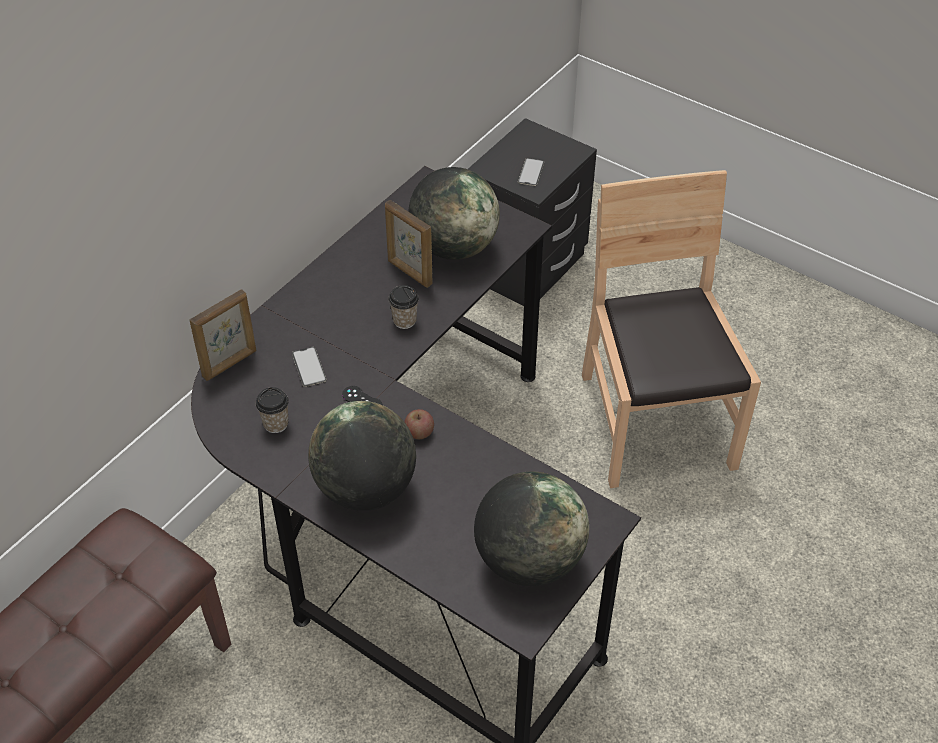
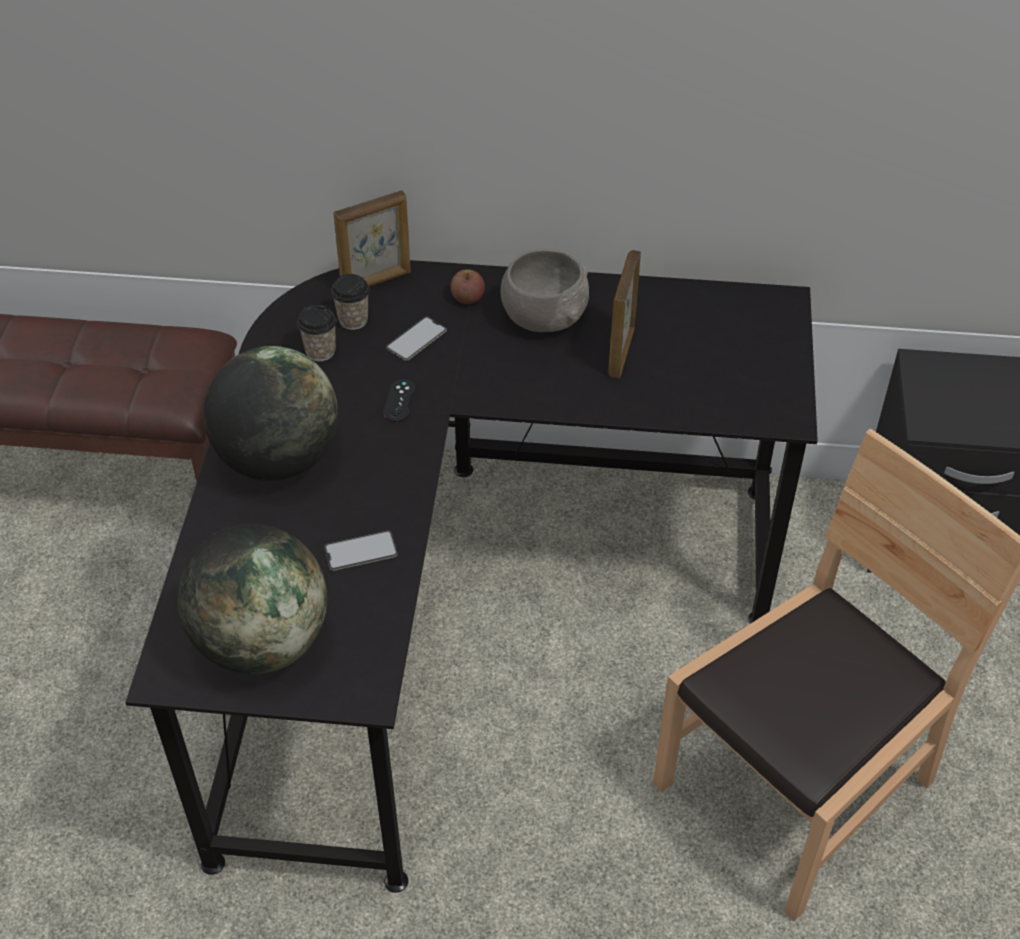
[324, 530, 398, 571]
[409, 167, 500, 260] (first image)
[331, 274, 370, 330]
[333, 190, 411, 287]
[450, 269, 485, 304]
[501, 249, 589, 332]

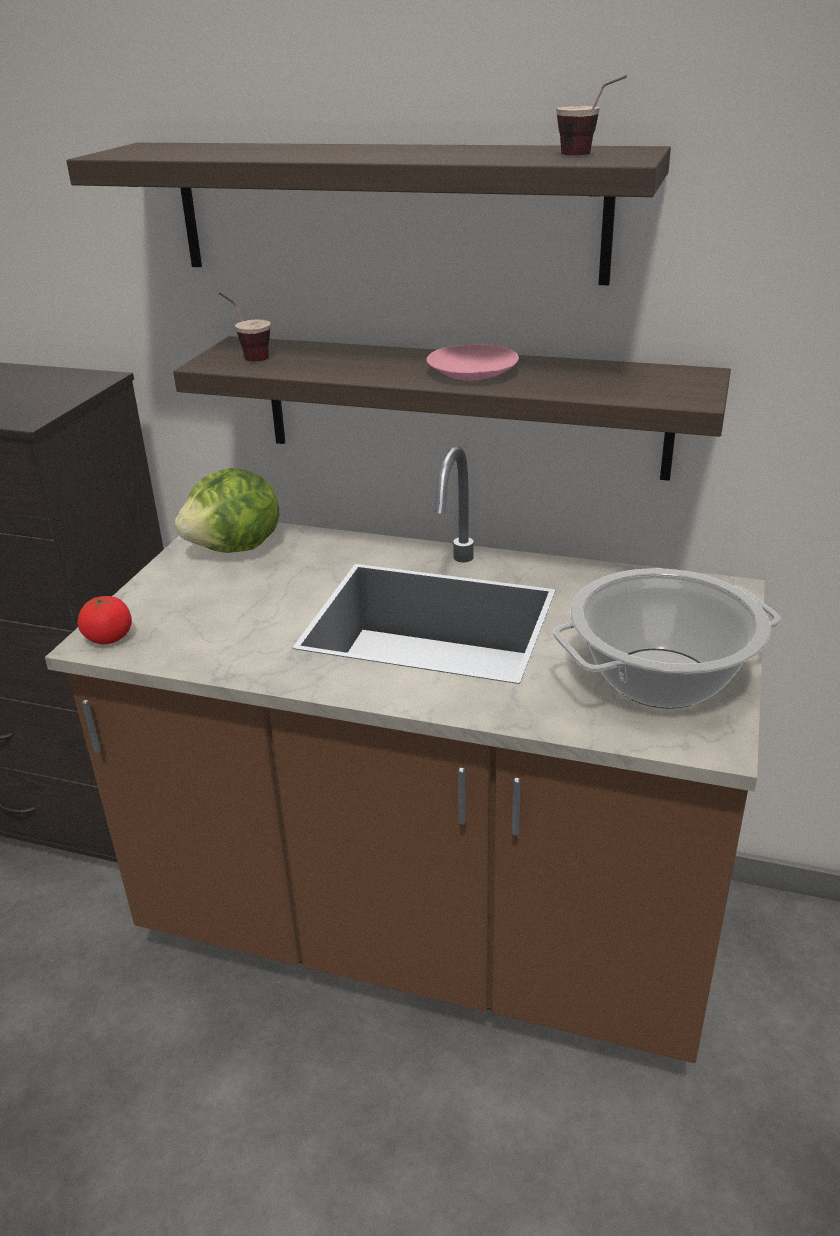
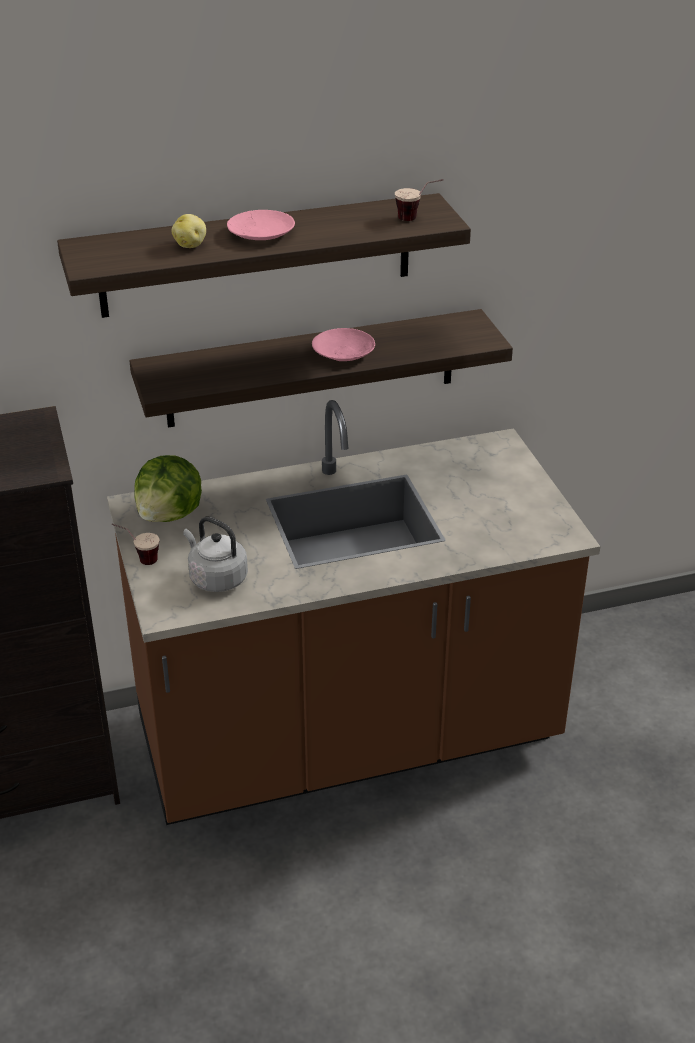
[111, 524, 159, 565]
[553, 568, 782, 709] (first image)
[78, 596, 132, 645] (first image)
[227, 210, 295, 240]
[172, 214, 206, 248]
[183, 517, 248, 592]

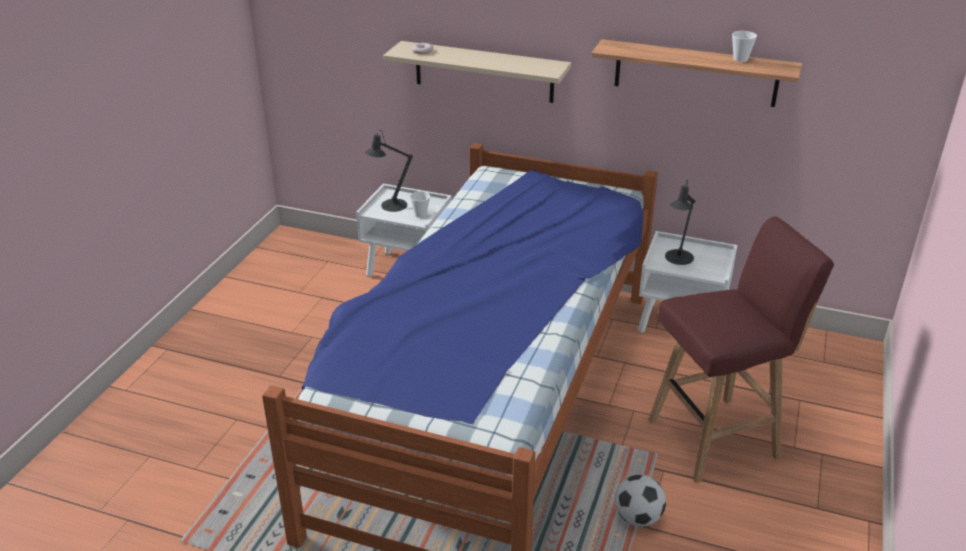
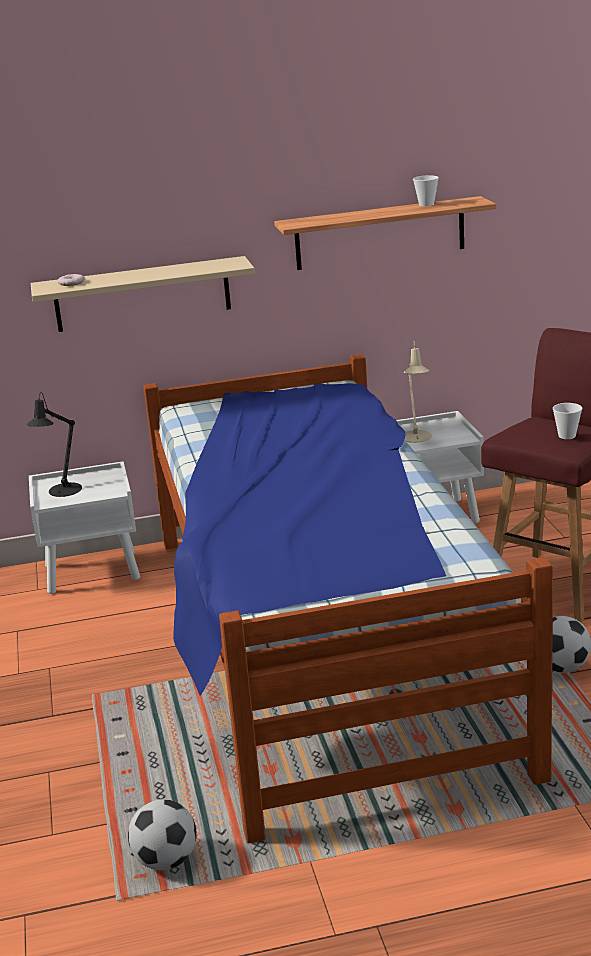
[404, 342, 432, 443]
[553, 403, 582, 439]
[128, 799, 197, 870]

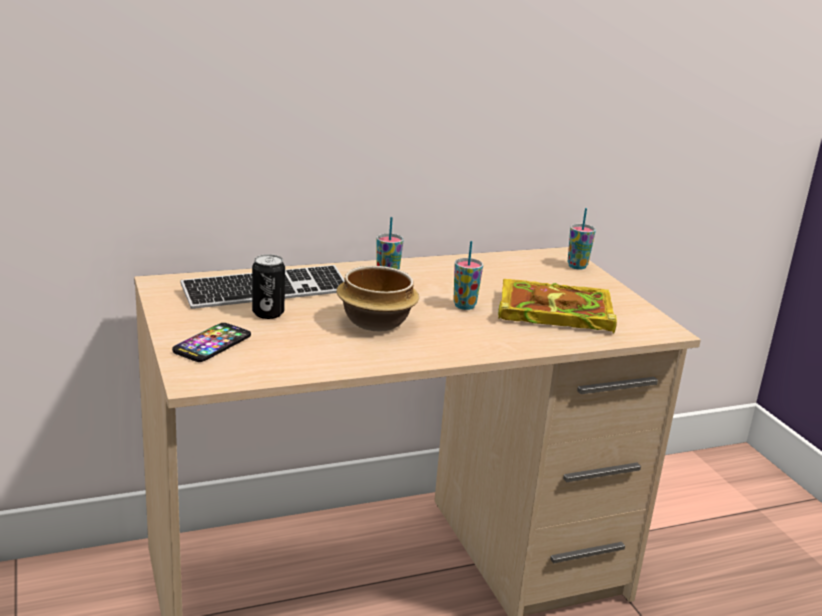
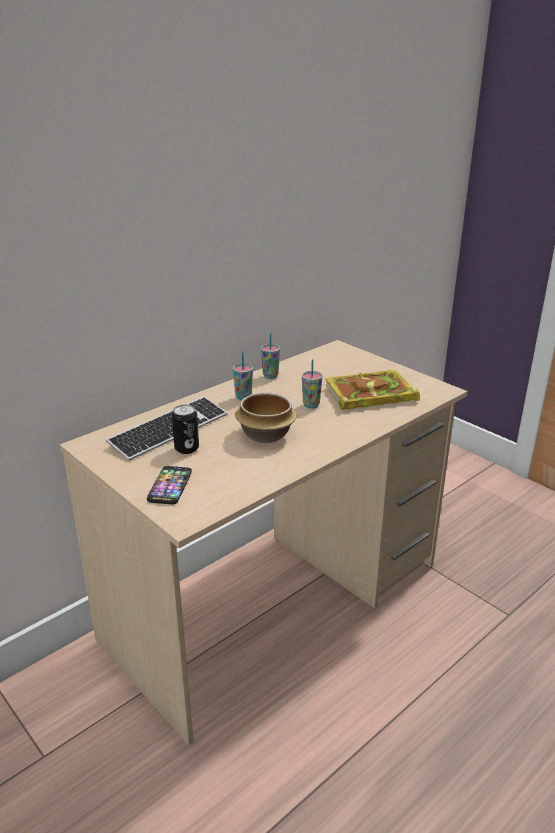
[261, 333, 280, 379]

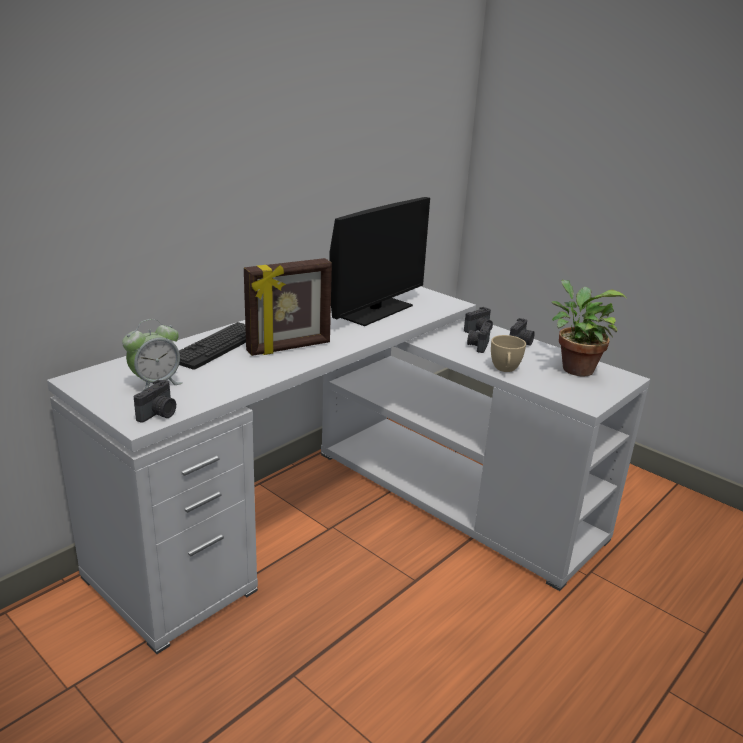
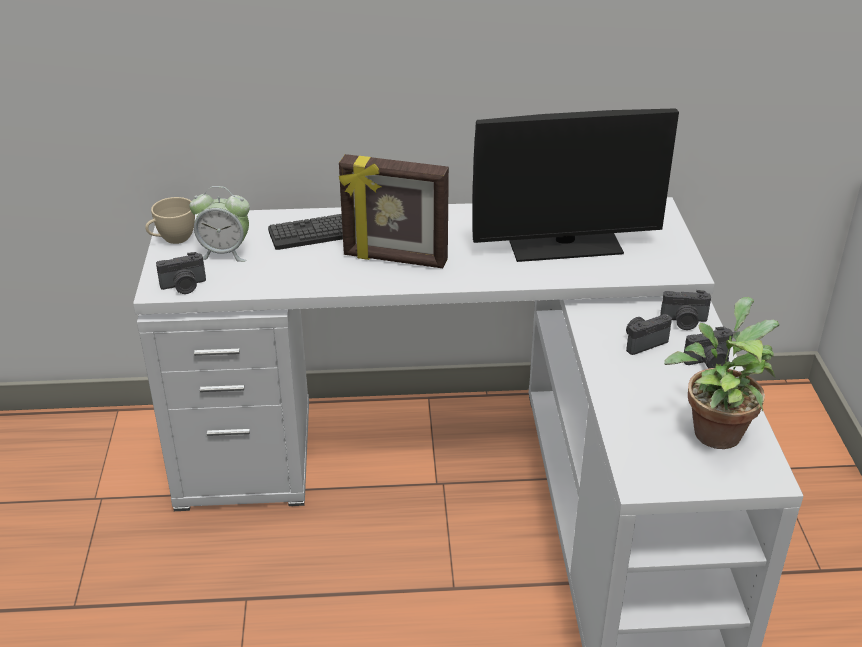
[145, 197, 195, 244]

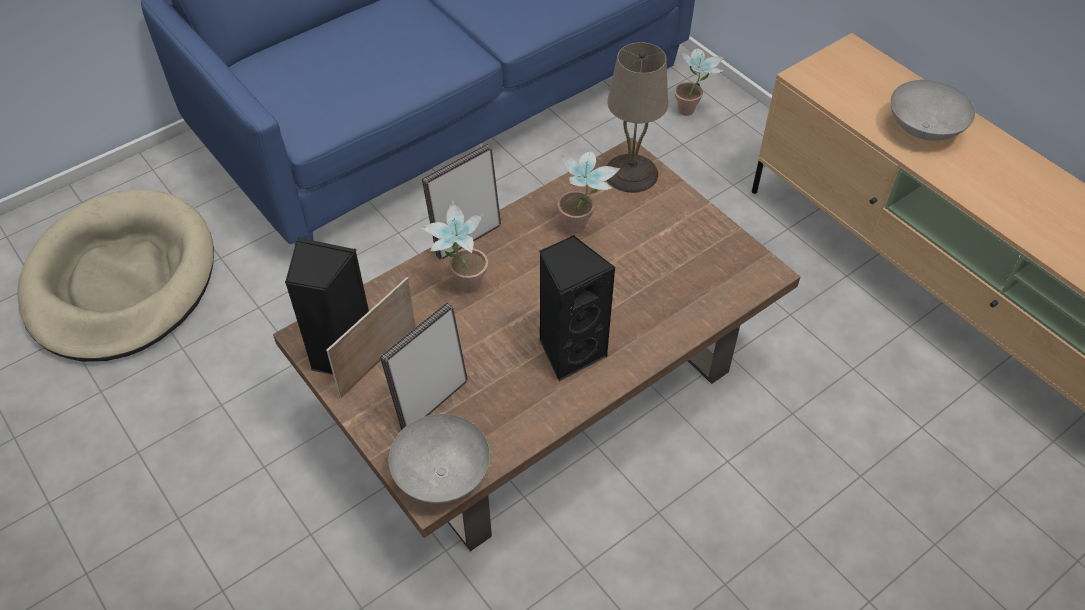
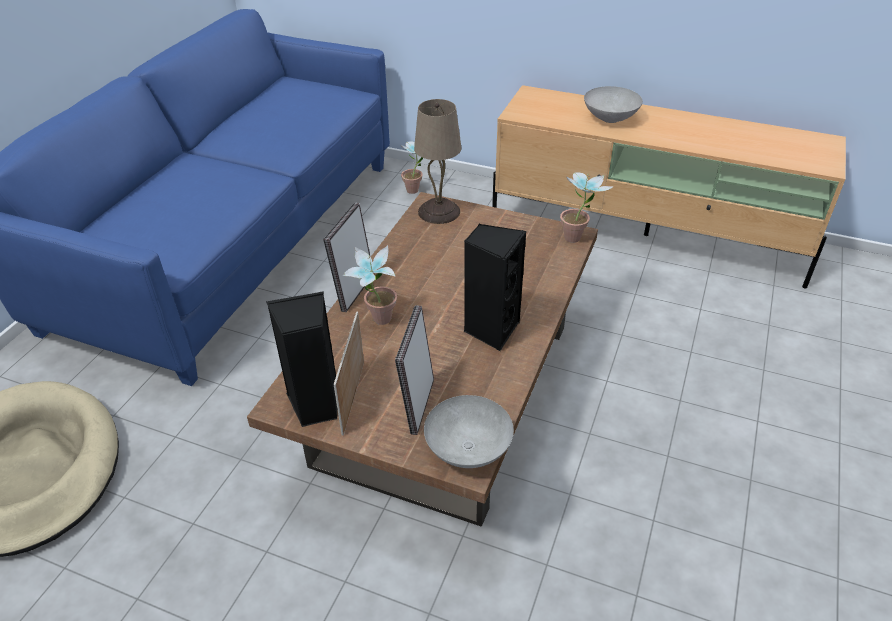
[560, 172, 613, 243]

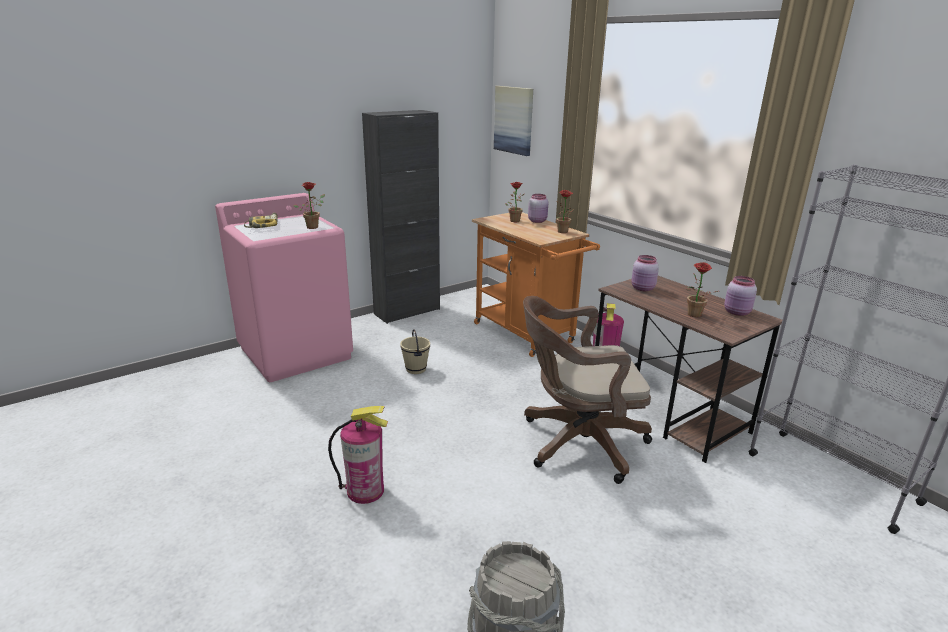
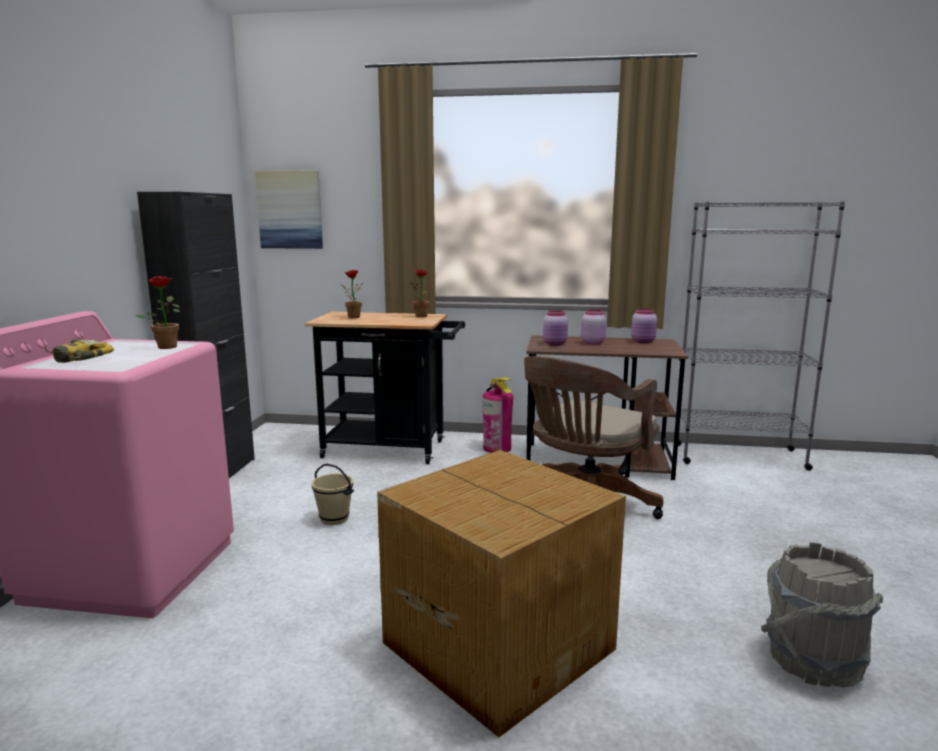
[581, 309, 606, 345]
[305, 312, 465, 464]
[685, 262, 718, 317] (first image)
[377, 450, 626, 737]

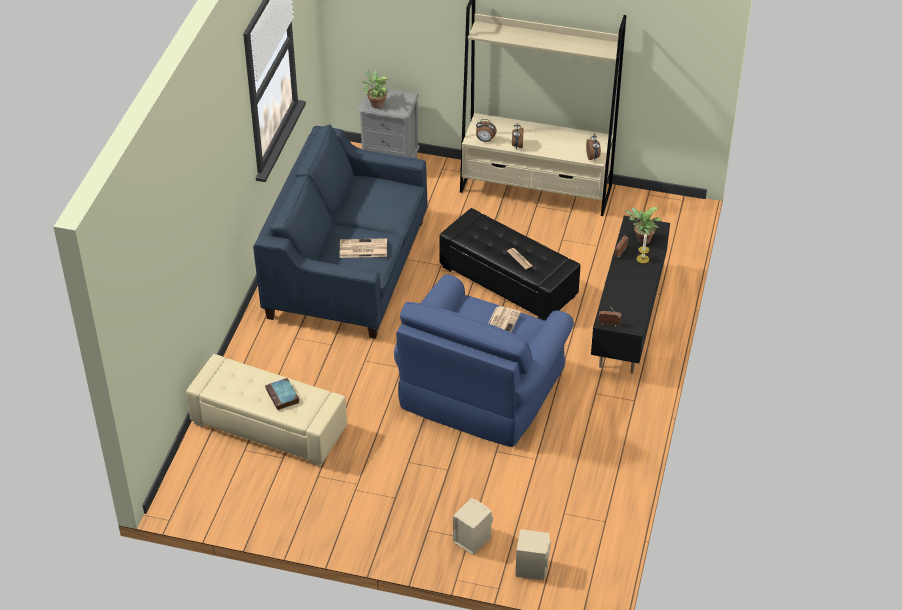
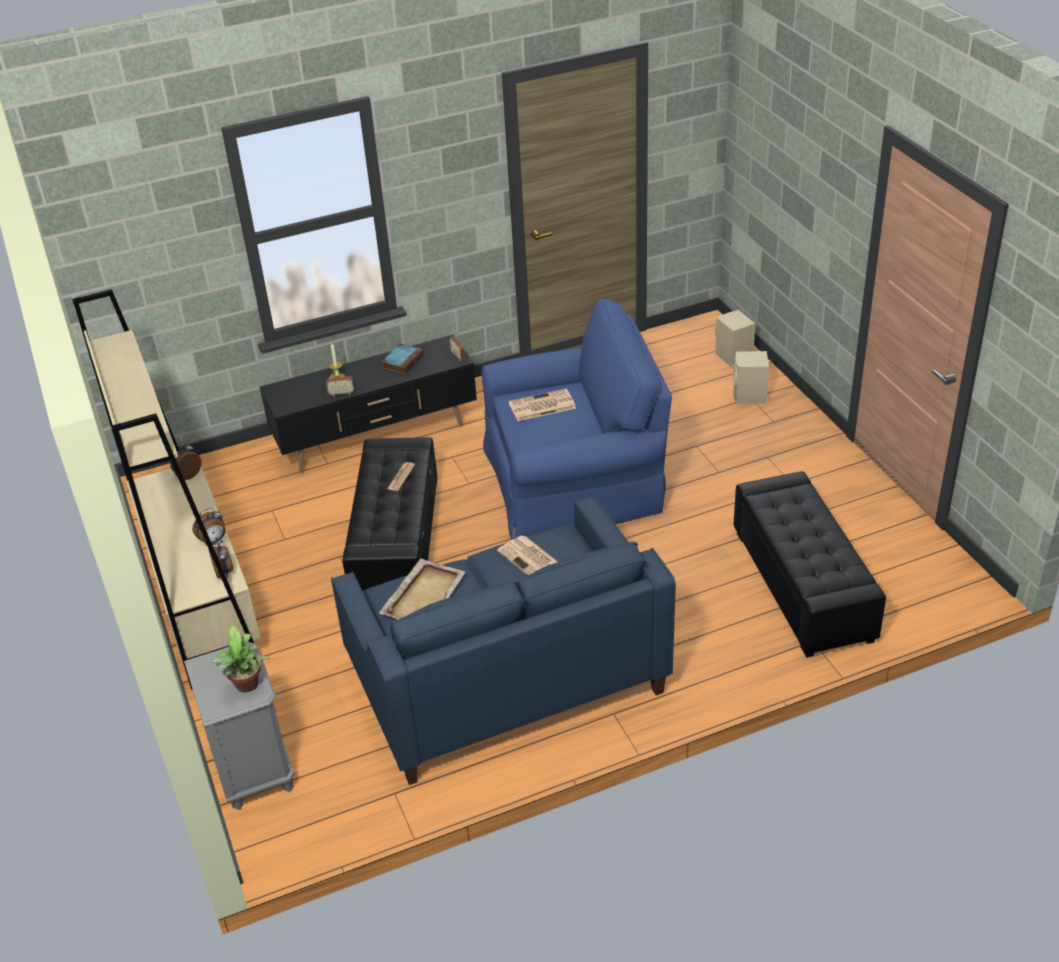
[625, 207, 662, 244] (first image)
[734, 471, 886, 658]
[382, 344, 423, 374]
[379, 558, 466, 620]

